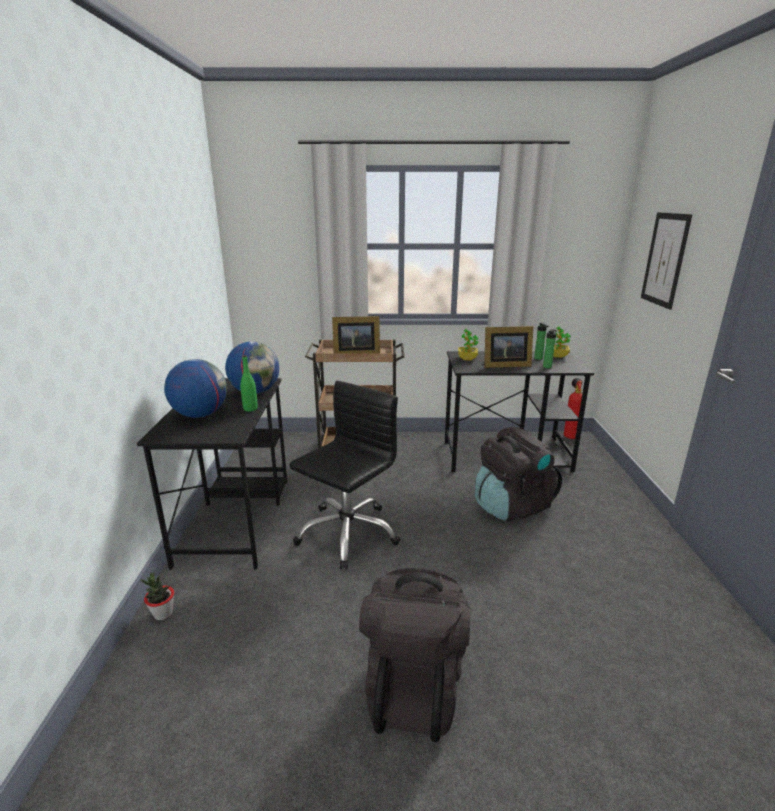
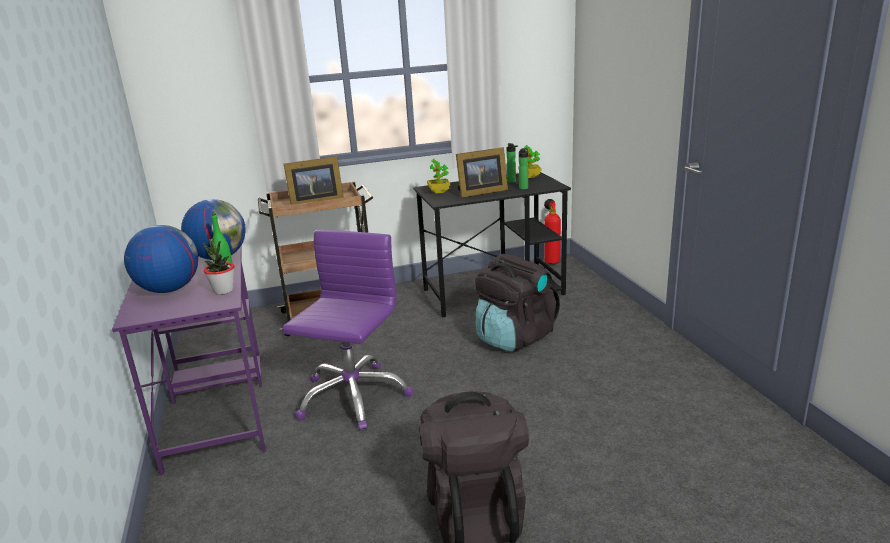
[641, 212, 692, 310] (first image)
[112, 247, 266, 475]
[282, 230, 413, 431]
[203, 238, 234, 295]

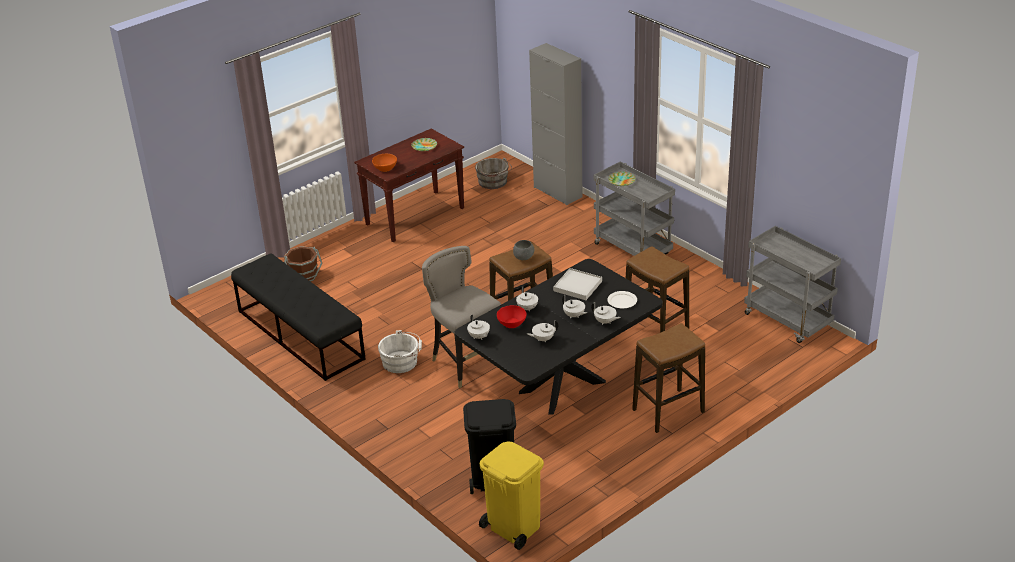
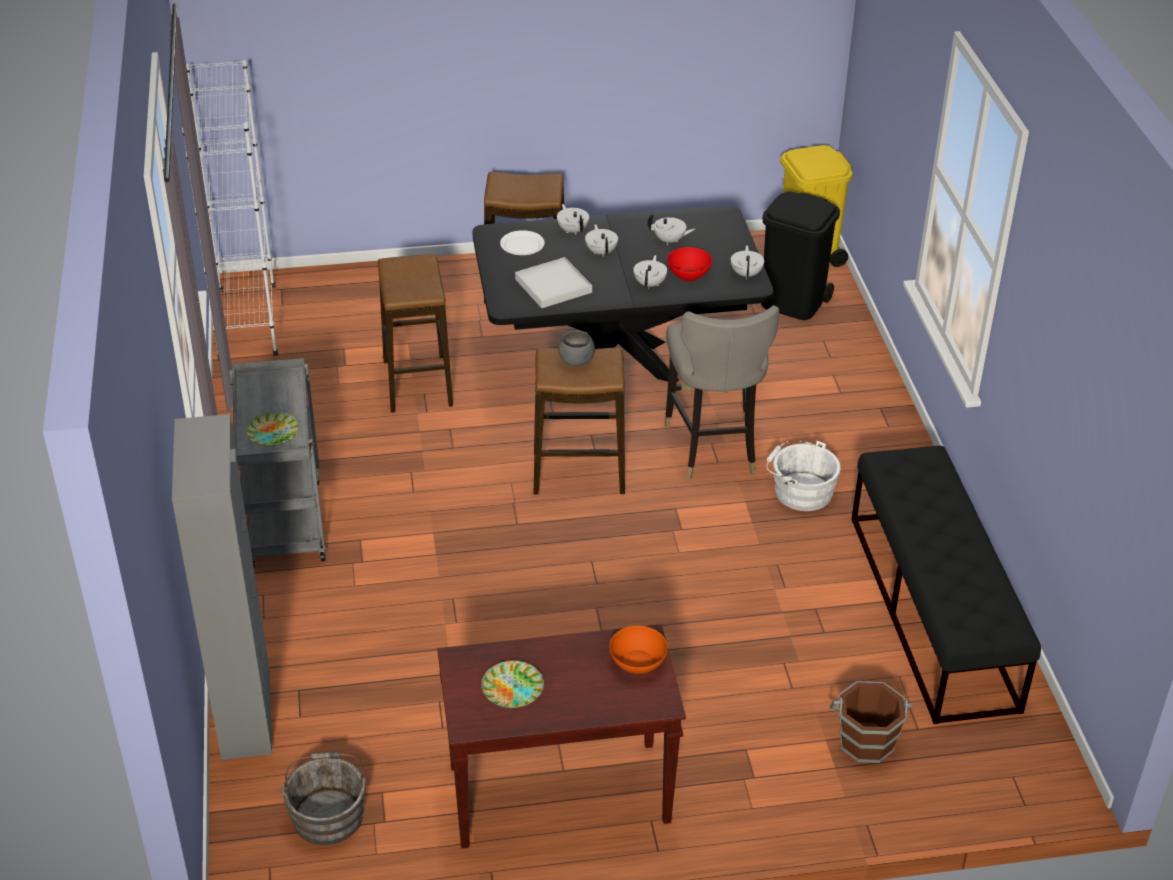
[182, 60, 278, 361]

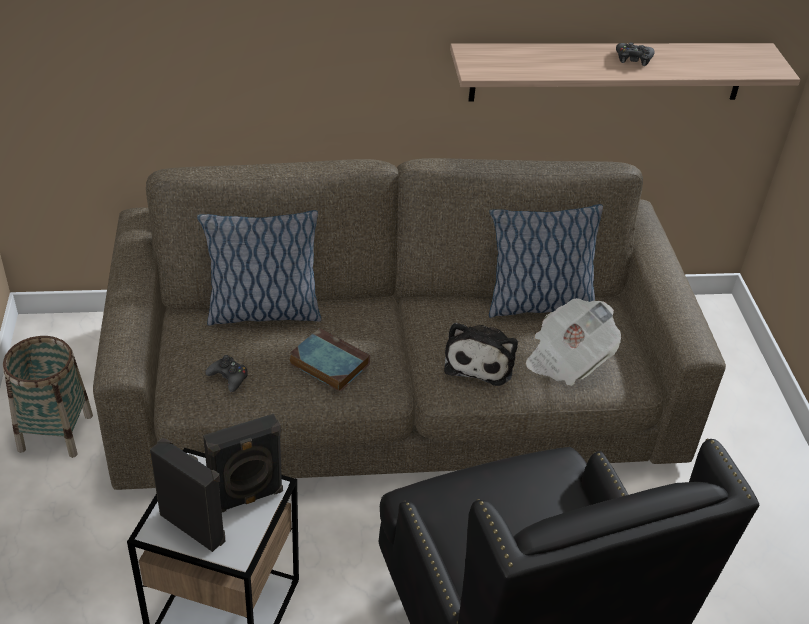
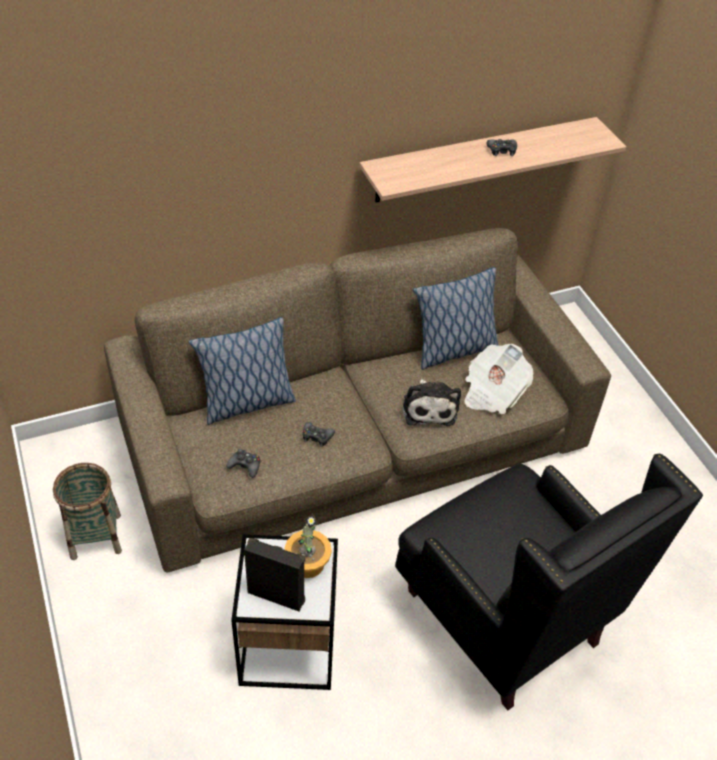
[303, 422, 335, 447]
[284, 514, 332, 578]

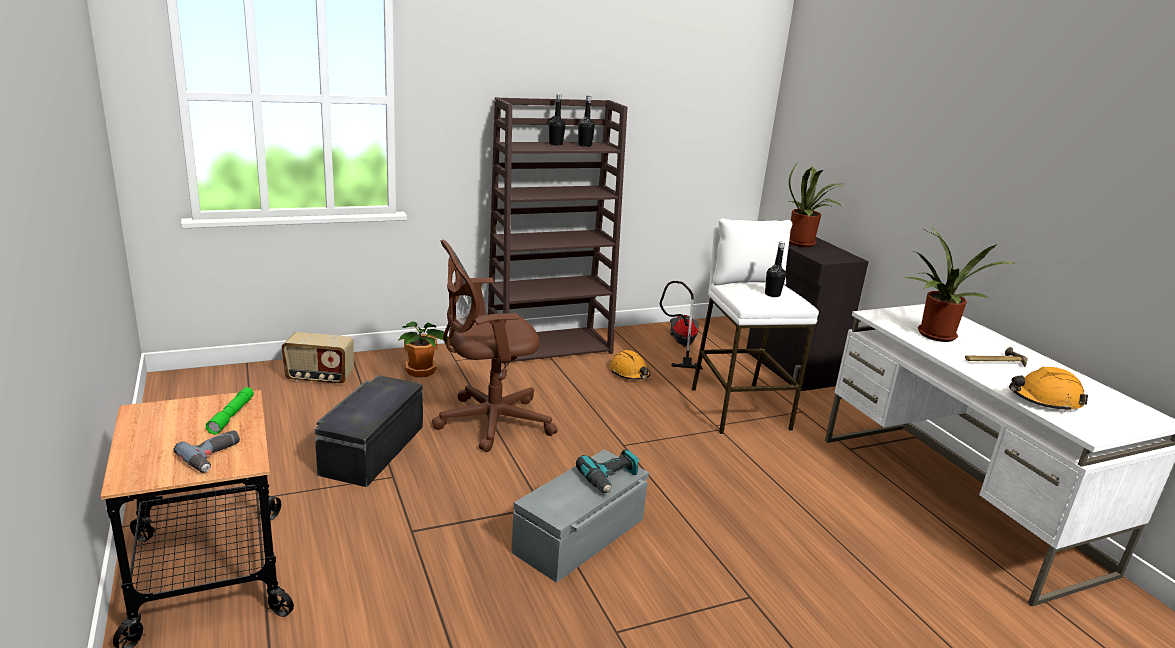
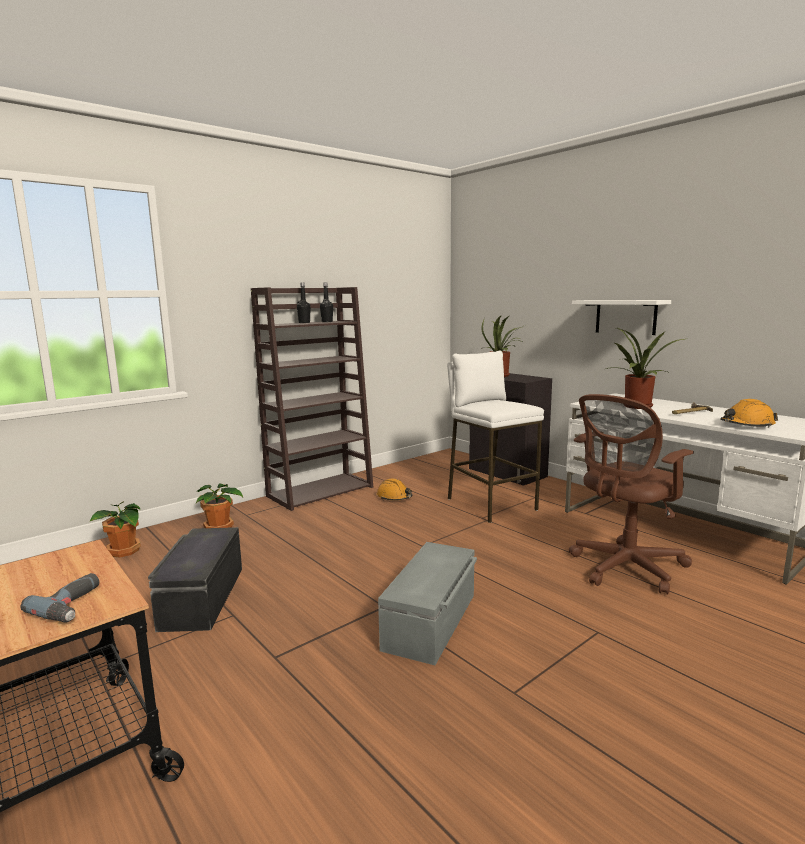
[569, 394, 694, 595]
[765, 242, 786, 297] (first image)
[660, 281, 703, 369] (first image)
[89, 501, 141, 558]
[206, 387, 254, 434] (first image)
[576, 449, 639, 493] (first image)
[572, 300, 671, 335]

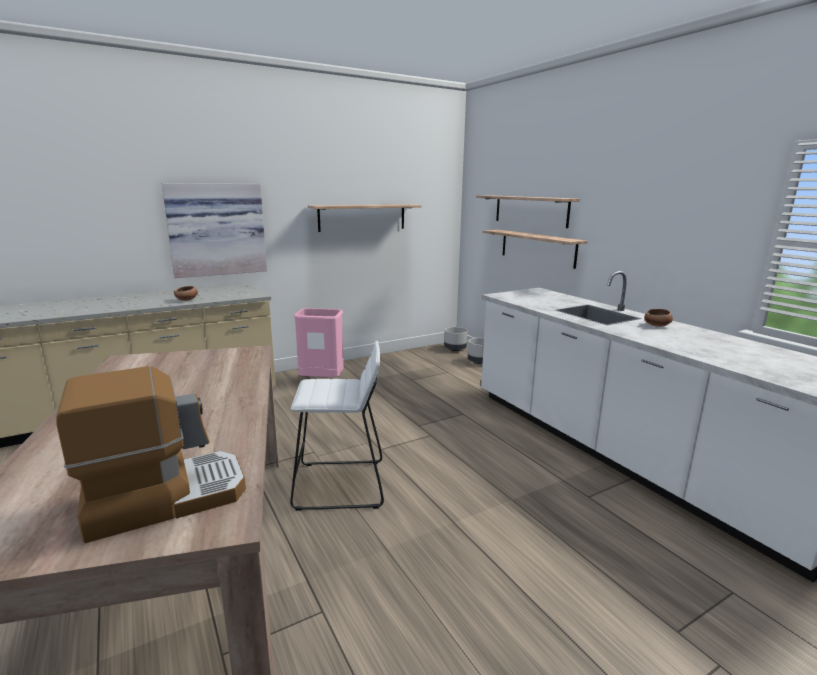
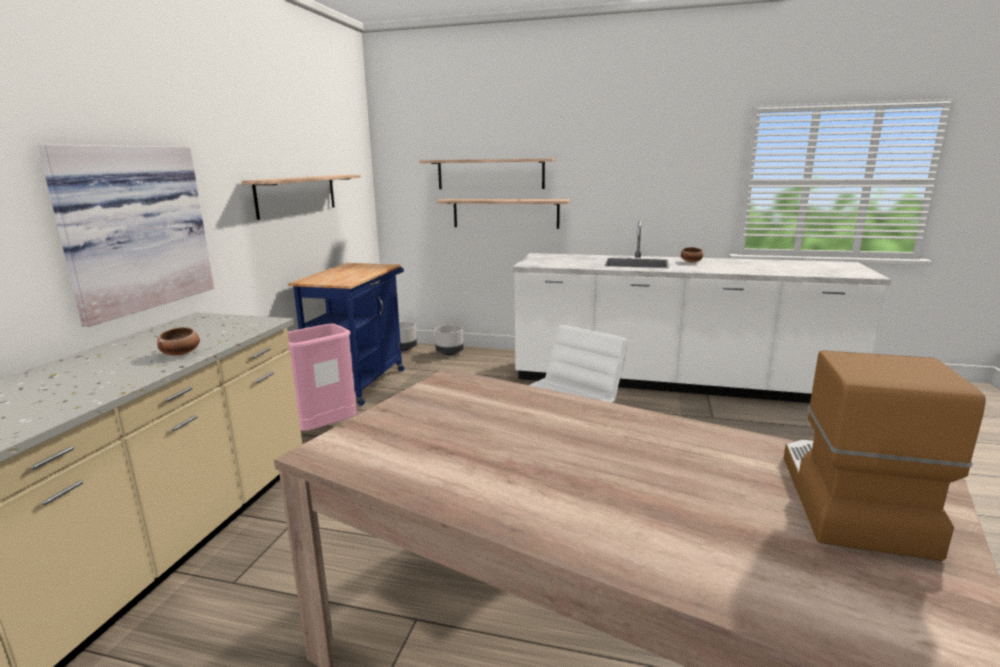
[288, 263, 405, 406]

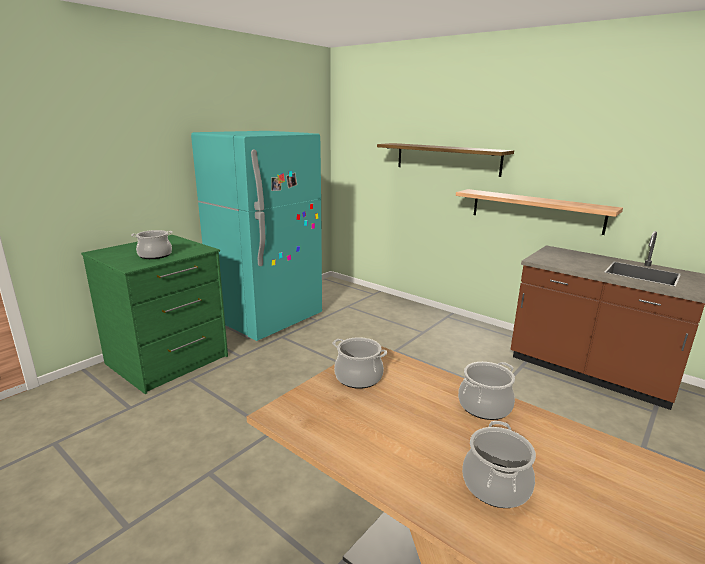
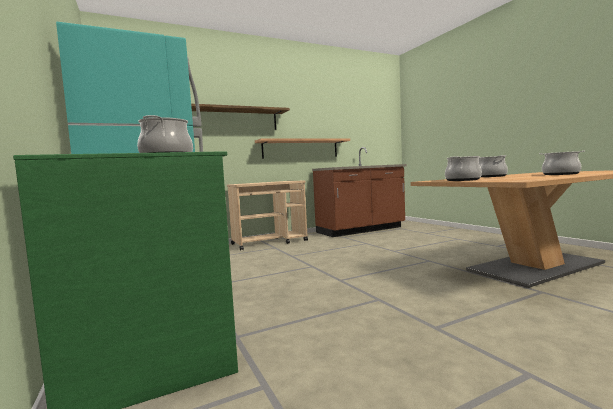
[227, 181, 308, 251]

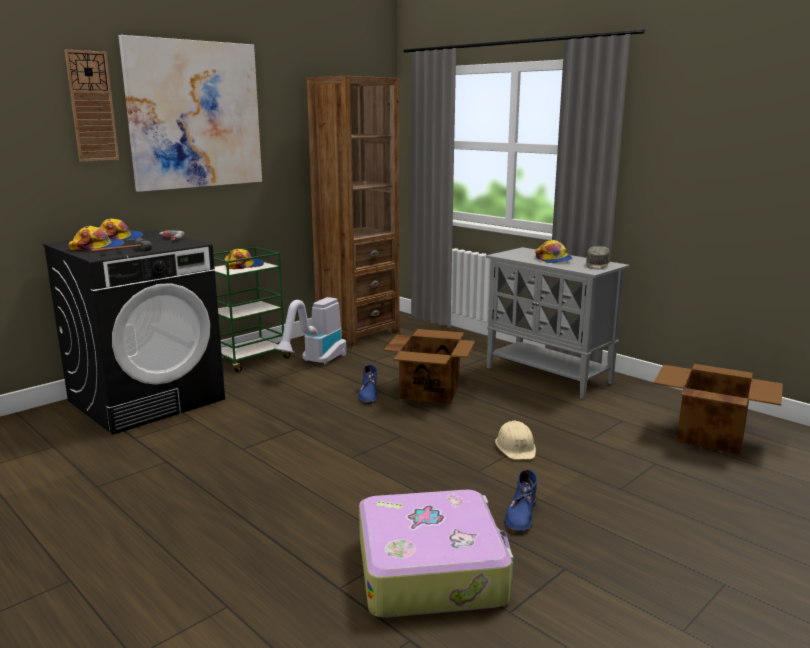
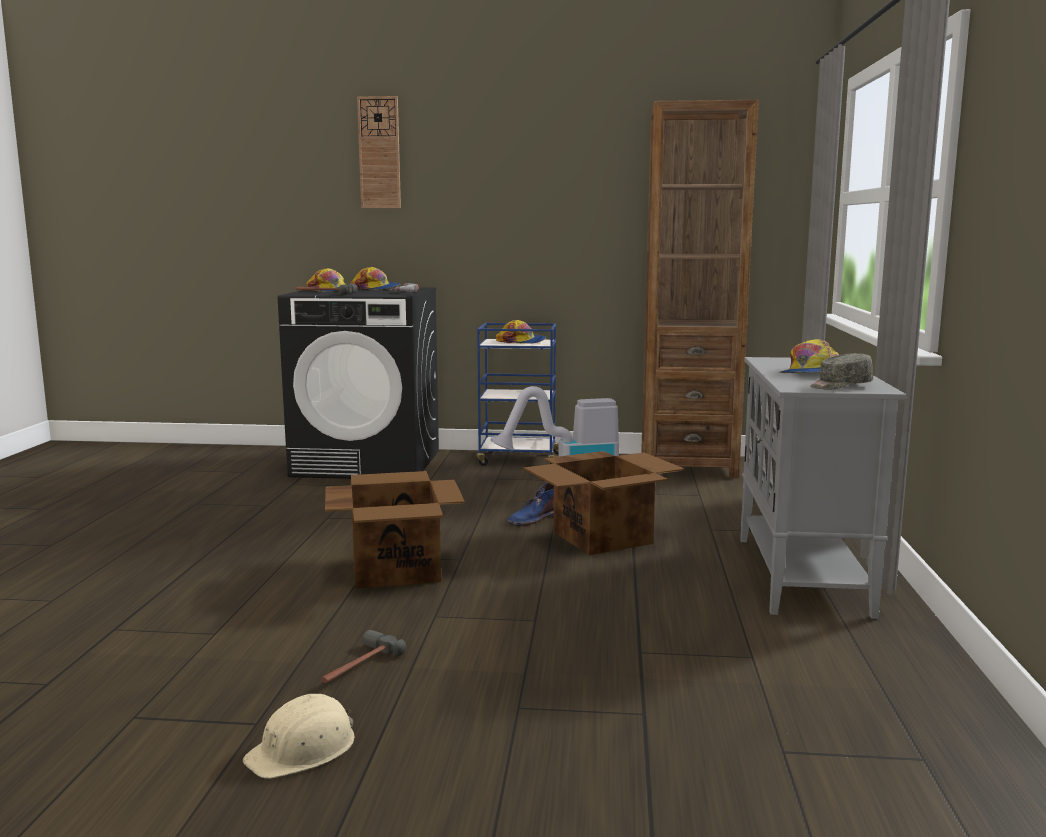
[119, 35, 262, 192] (first image)
[476, 323, 559, 466]
[325, 471, 465, 589]
[243, 694, 355, 779]
[321, 630, 406, 683]
[359, 490, 513, 618] (first image)

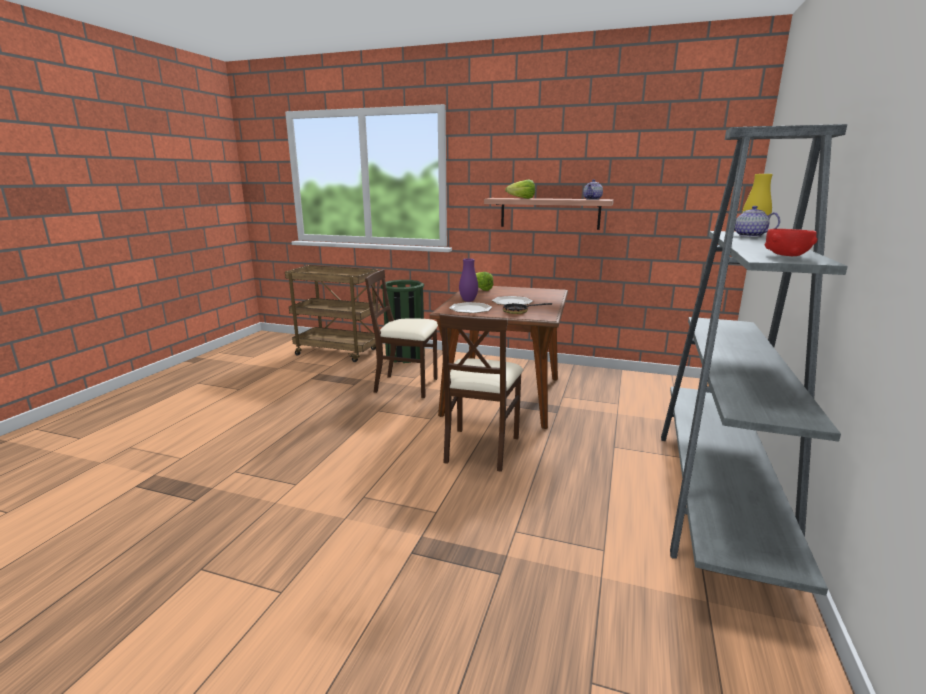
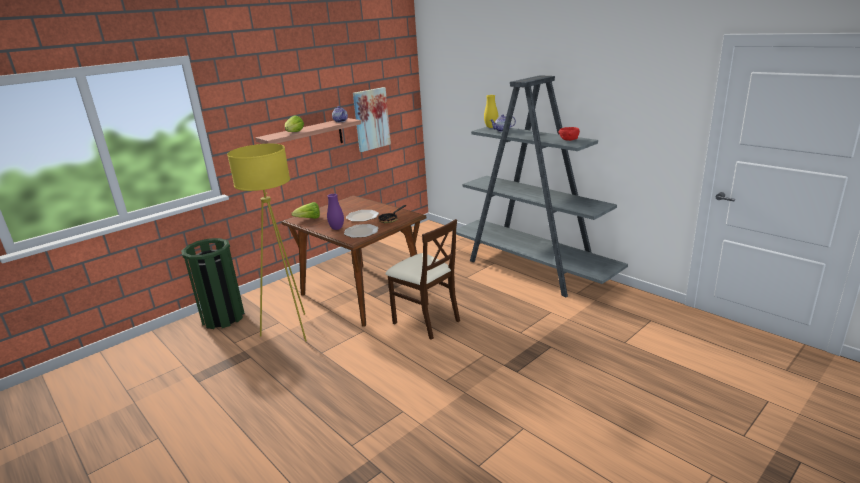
[285, 265, 380, 362] (first image)
[227, 144, 307, 342]
[353, 87, 391, 152]

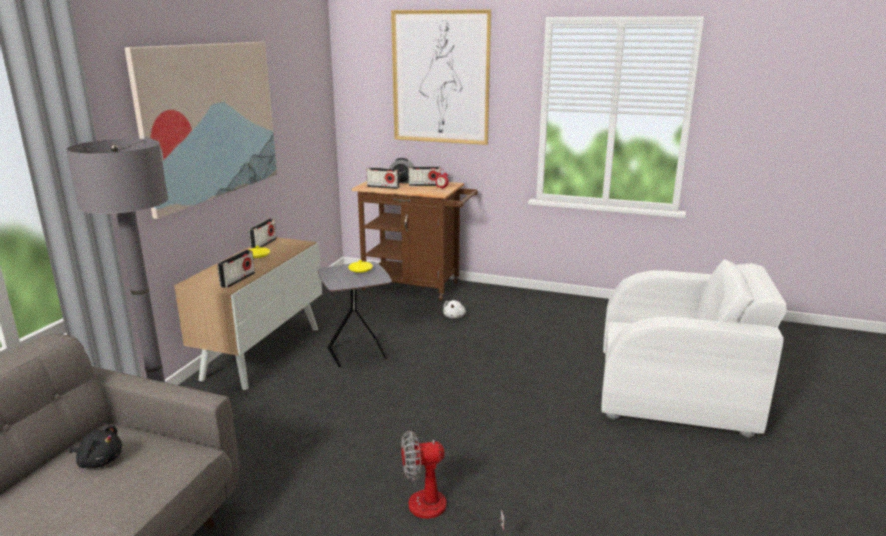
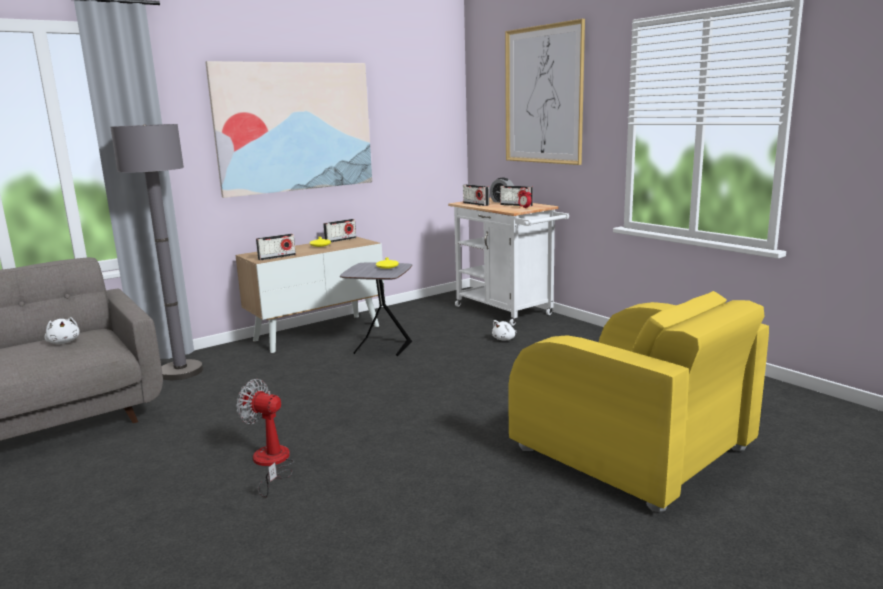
[448, 198, 569, 326]
[508, 291, 769, 512]
[45, 317, 80, 344]

